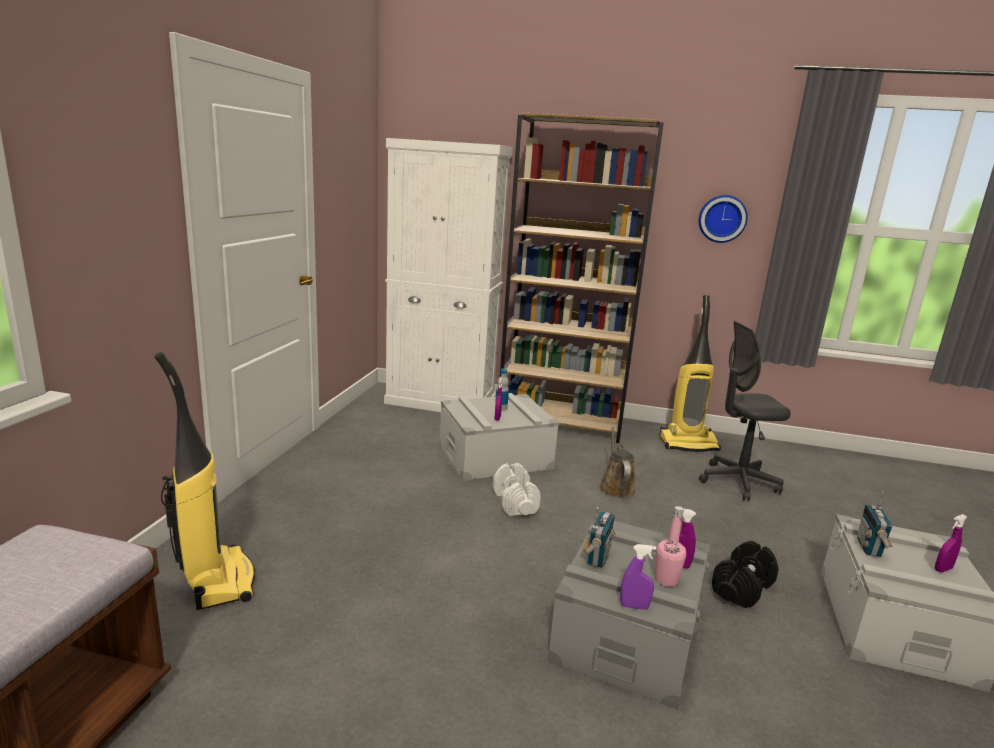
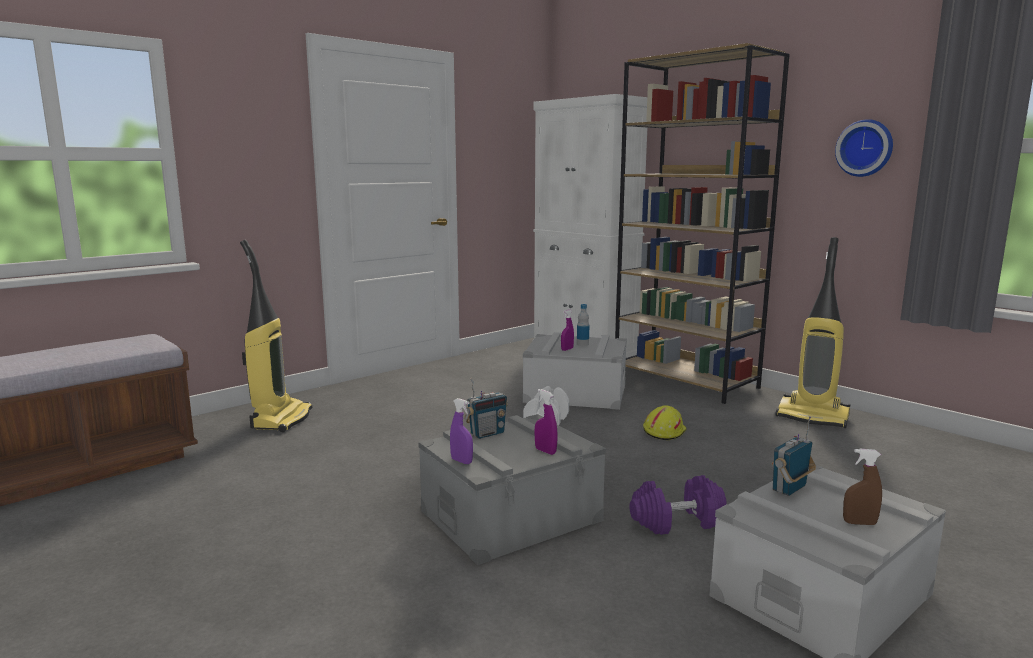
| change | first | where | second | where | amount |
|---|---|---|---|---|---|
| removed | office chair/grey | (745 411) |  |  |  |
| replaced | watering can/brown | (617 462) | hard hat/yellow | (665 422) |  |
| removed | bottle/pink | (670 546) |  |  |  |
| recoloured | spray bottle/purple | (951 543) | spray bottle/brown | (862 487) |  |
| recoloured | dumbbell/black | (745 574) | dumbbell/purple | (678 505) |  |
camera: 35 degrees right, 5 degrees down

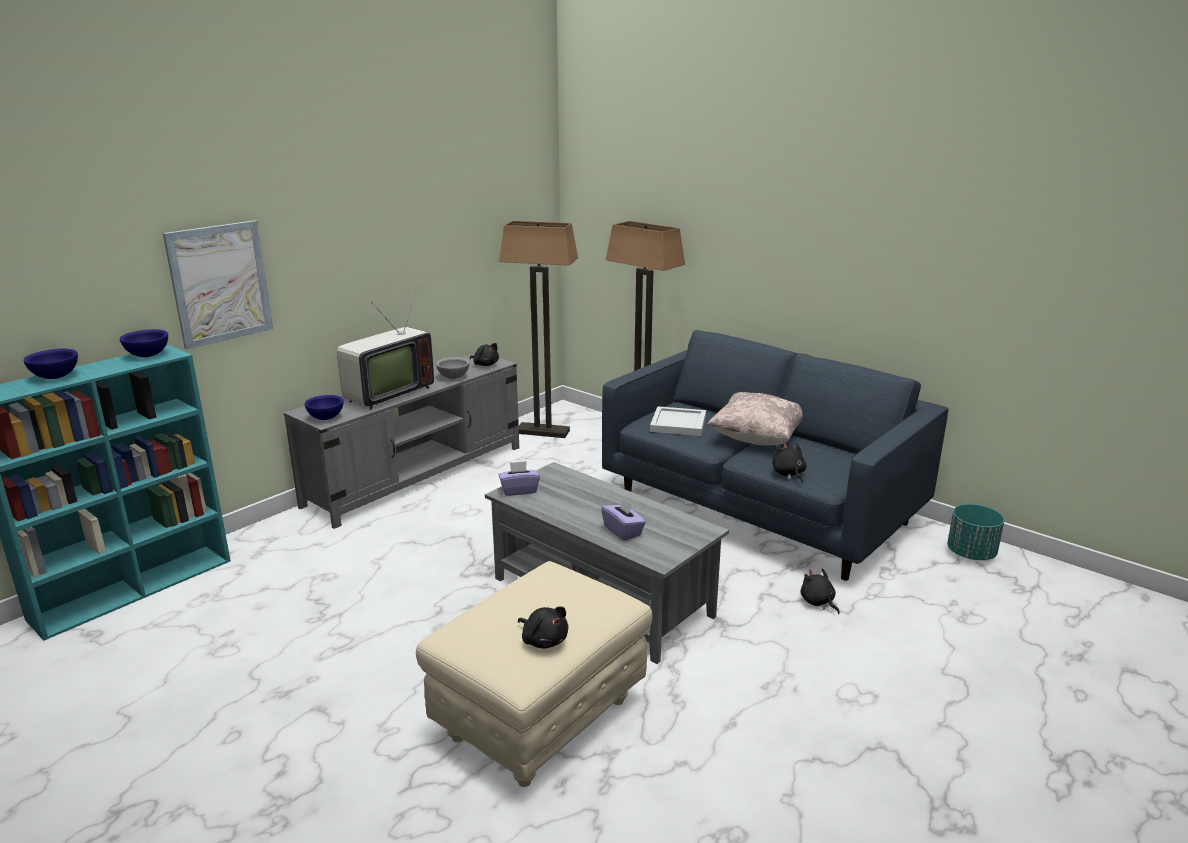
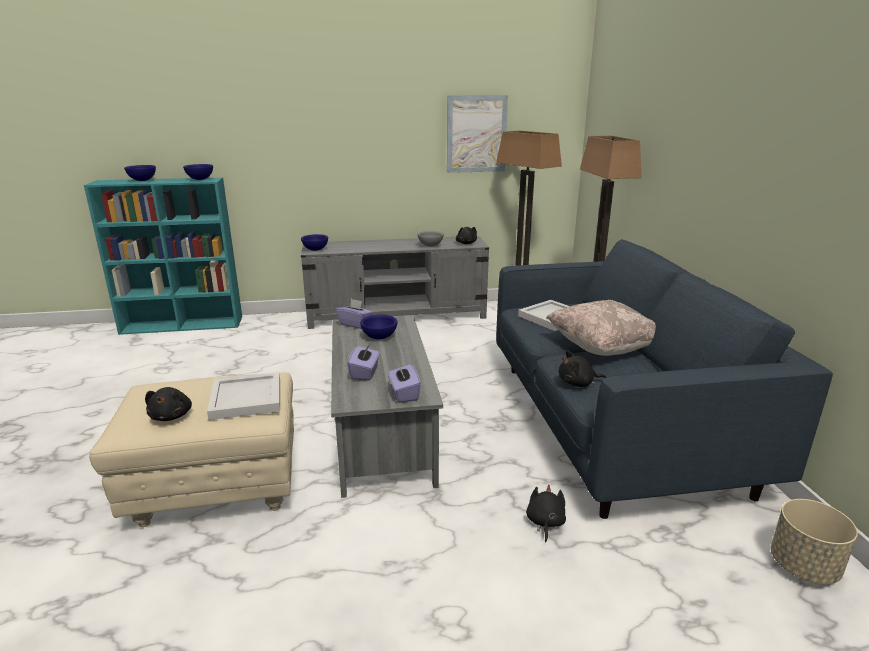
| change | first | where | second | where | amount |
|---|---|---|---|---|---|
| moved | picture | (218 285) |  | (477 134) |  |
| removed | television | (385 348) |  |  |  |
| turned | plush toy/black | (789 462) |  | (582 368) | 120 degrees counterclockwise |
| recoloured | planter/turquoise | (976 532) | planter/beige | (814 541) |  |
| added |  |  | bowl/blue | (379 326) |  |
| added |  |  | tissue box/purple | (404 382) |  |
| added |  |  | tray/white | (243 396) |  |
camera: 40 degrees right, 0 degrees up

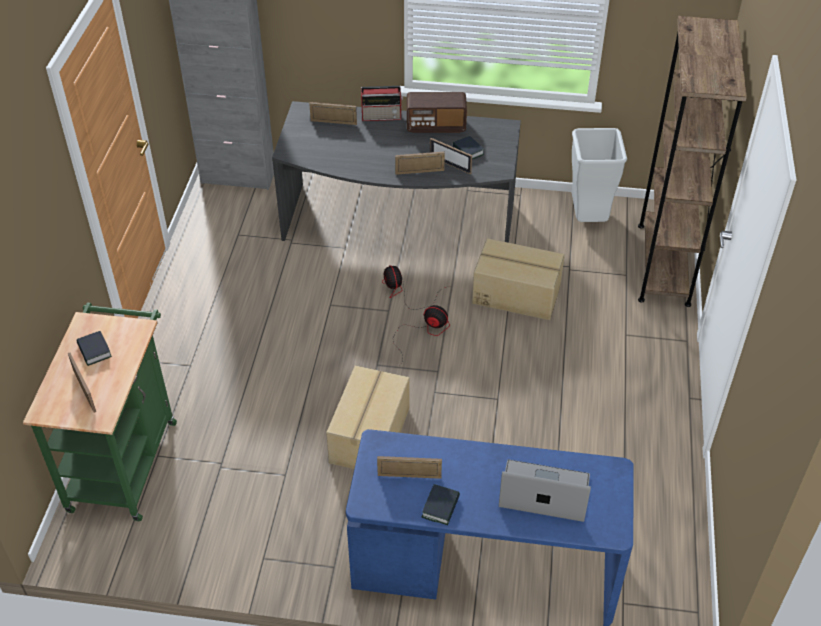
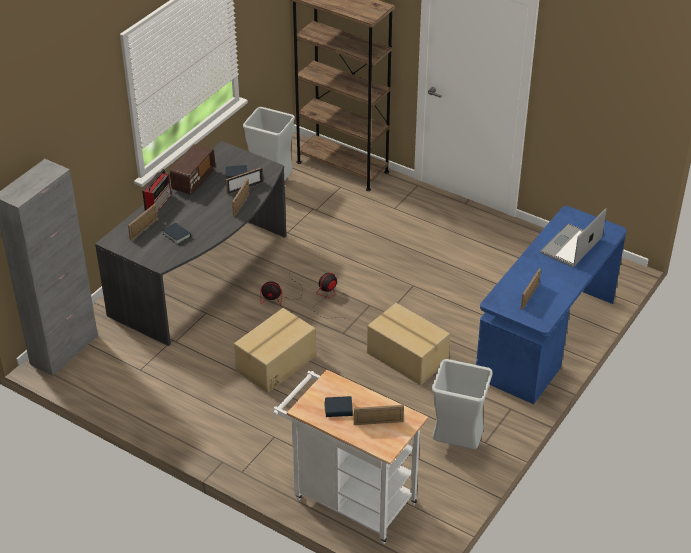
| change | first | where | second | where | amount |
|---|---|---|---|---|---|
| moved | cardboard box | (518 279) |  | (275 350) |  |
| recoloured | cart/green | (100 411) | cart/white | (350 457) |  |
| moved | book | (441 504) |  | (177 233) |  |
| added |  |  | trash can/grey | (462 404) |  |
camera: 65 degrees left, 5 degrees down

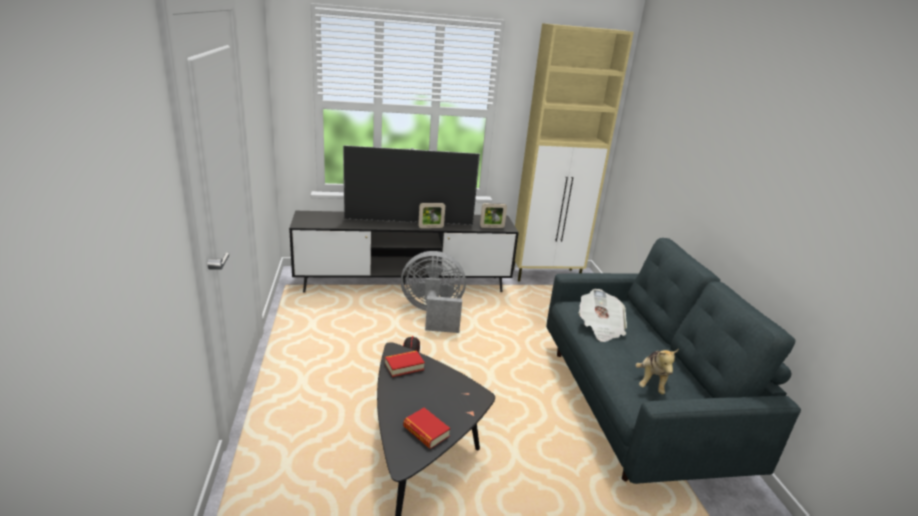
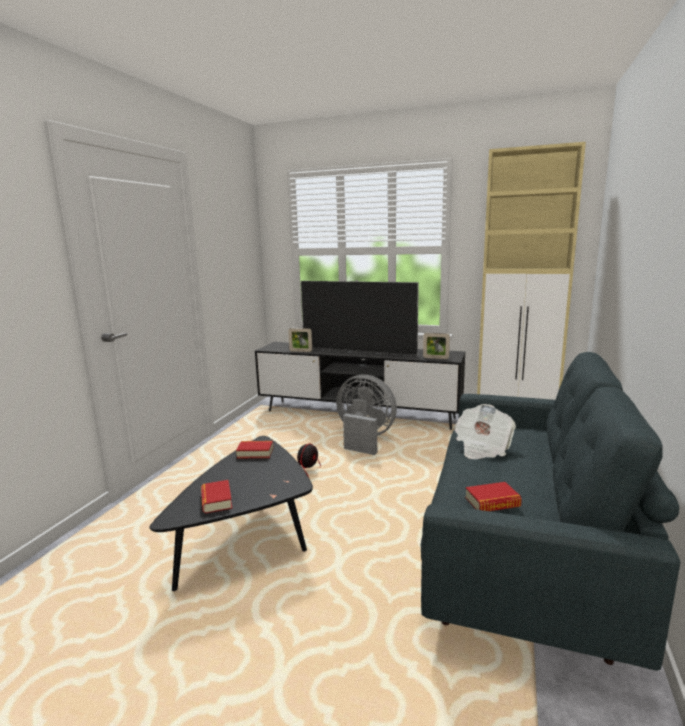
| change | first | where | second | where | amount |
|---|---|---|---|---|---|
| moved | picture frame | (431 215) |  | (300 340) |  |
| replaced | plush toy | (657 371) | book | (493 496) |  |
camera: 30 degrees right, 10 degrees down

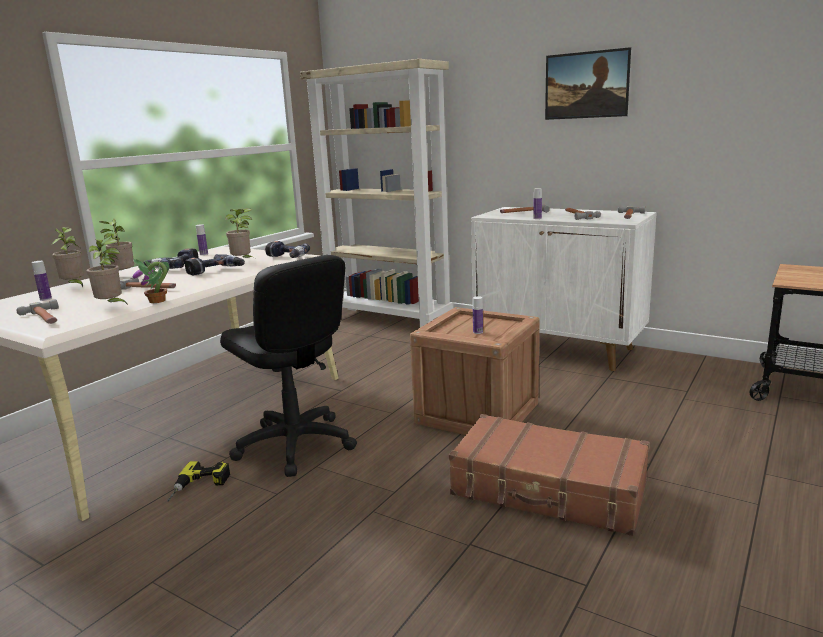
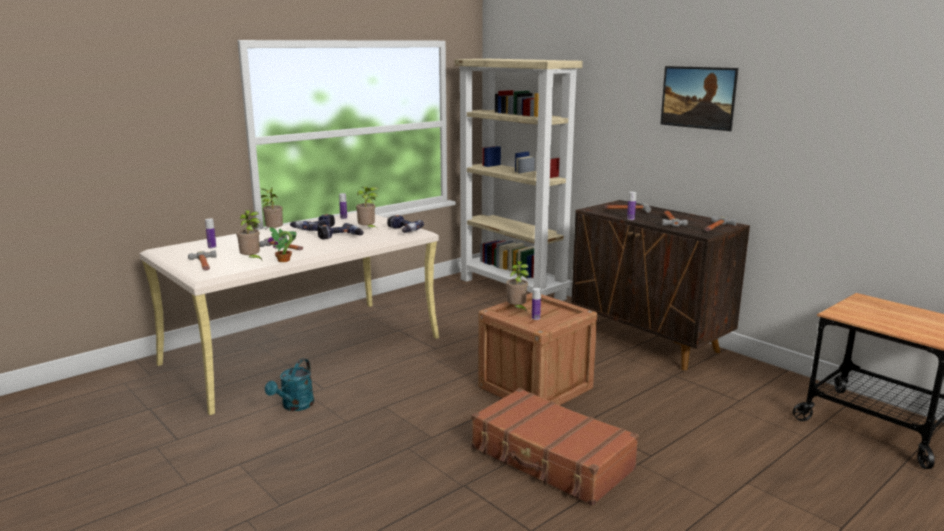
| change | first | where | second | where | amount |
|---|---|---|---|---|---|
| recoloured | cabinet/white | (564 289) | cabinet/brown | (660 285) |  |
| moved | potted plant | (68 257) |  | (517 287) |  |
| removed | office chair/black | (288 366) |  |  |  |
| replaced | power drill | (198 481) | watering can/turquoise | (289 384) |  |
camera: 15 degrees right, 0 degrees up

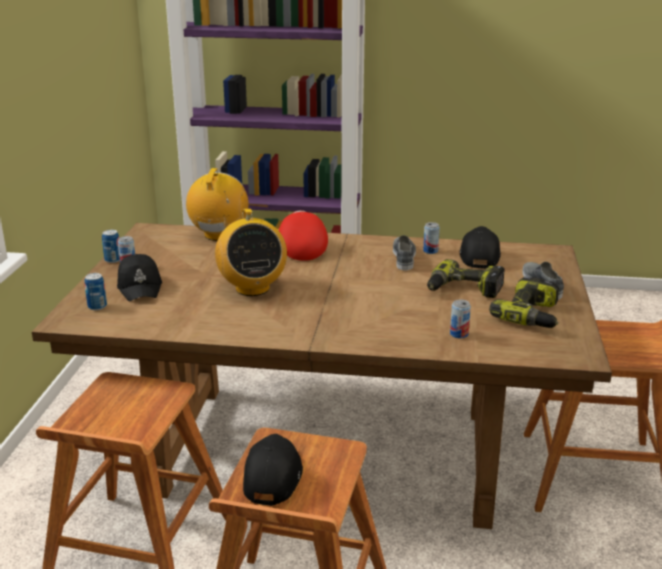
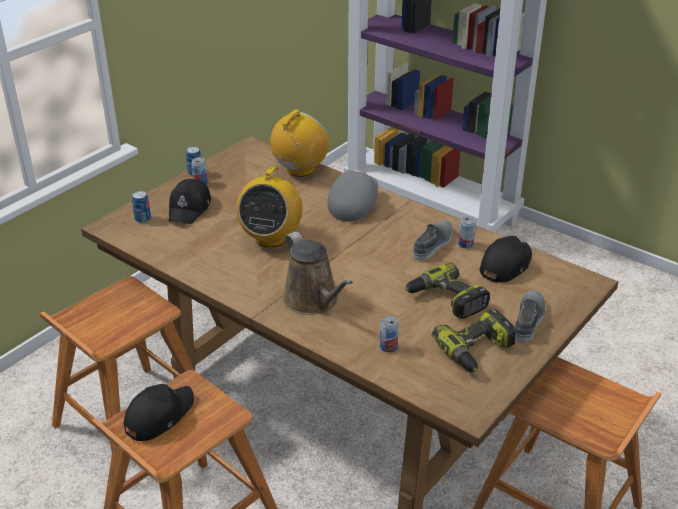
| change | first | where | second | where | amount |
|---|---|---|---|---|---|
| recoloured | cap/red | (303 235) | cap/grey | (352 196) |  |
| added |  |  | watering can/brown | (318 273) |  |
camera: 30 degrees right, 10 degrees up

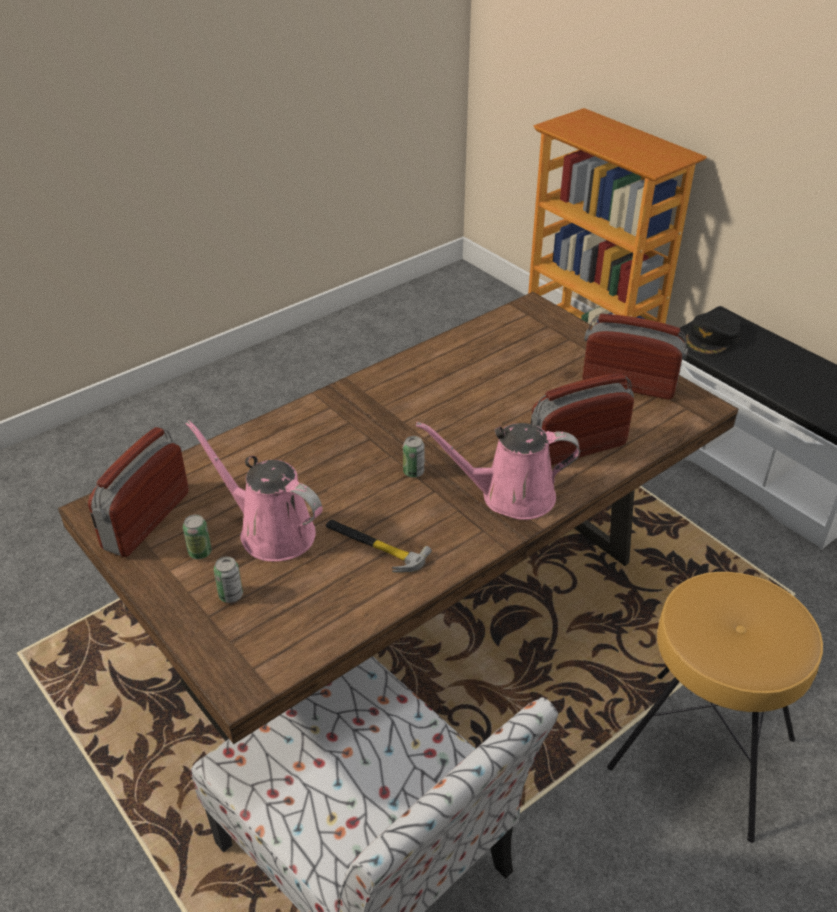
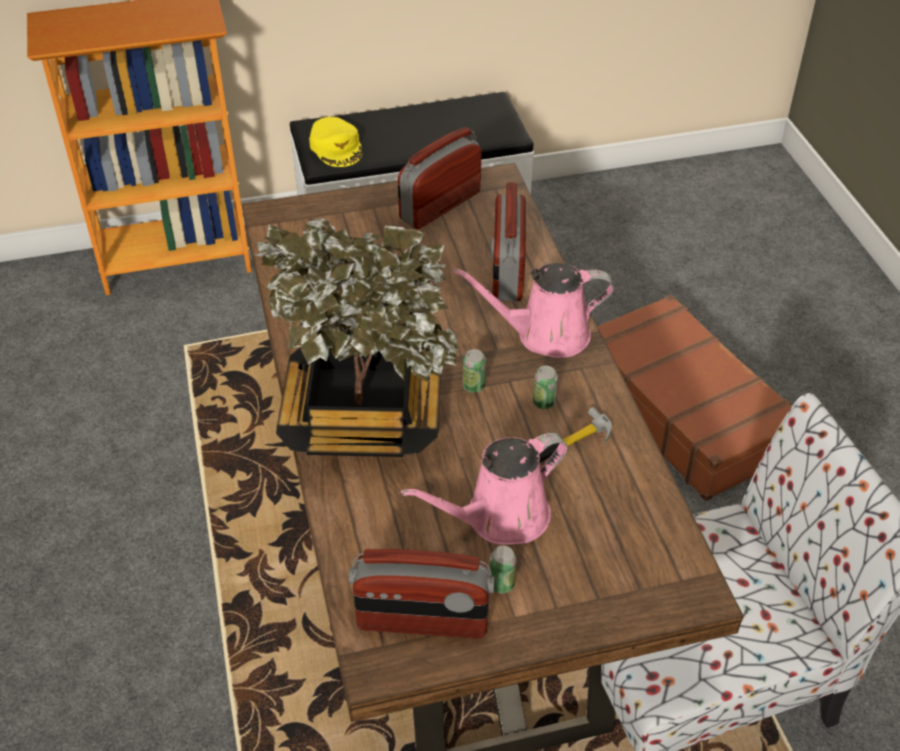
| change | first | where | second | where | amount |
|---|---|---|---|---|---|
| recoloured | cap/black | (712 332) | cap/yellow | (336 142) |  |
| turned | watering can/pink | (498 471) |  | (533 310) | 60 degrees clockwise |
| turned | radio | (138 492) |  | (422 593) | 45 degrees counterclockwise |
| moved | can | (228 579) |  | (545 387) |  |
| replaced | stool/brown | (715 707) | suitcase/brown | (694 398) |  |
| added |  |  | potted plant | (356 337) |  |
camera: 65 degrees left, 5 degrees up

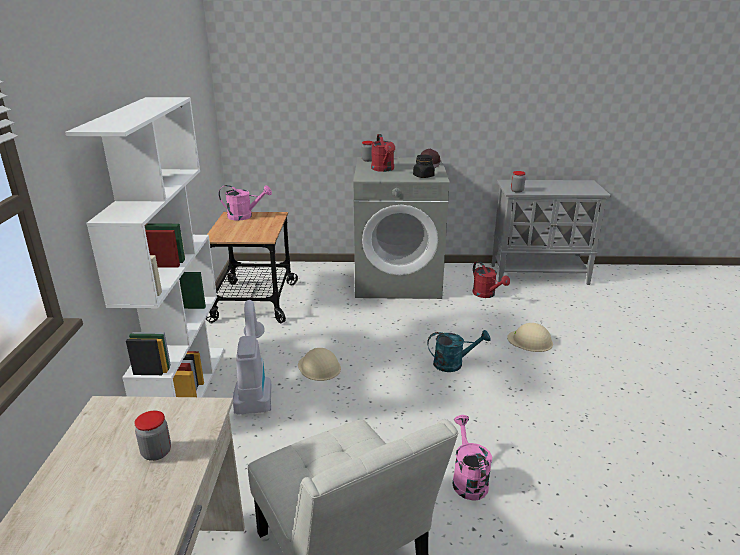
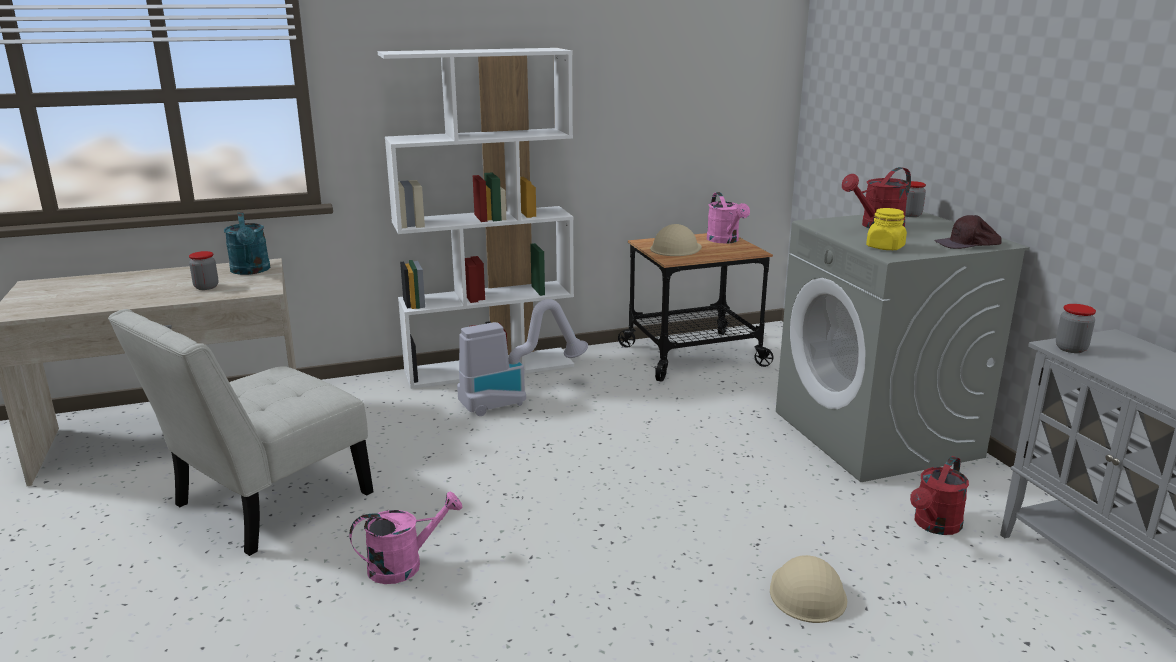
| change | first | where | second | where | amount |
|---|---|---|---|---|---|
| recoloured | jar/black | (424 166) | jar/yellow | (886 229) |  |
| moved | watering can/turquoise | (459 351) |  | (247 243) |  |
| moved | hard hat/beige | (319 364) |  | (676 240) |  |
camera: 70 degrees right, 5 degrees down

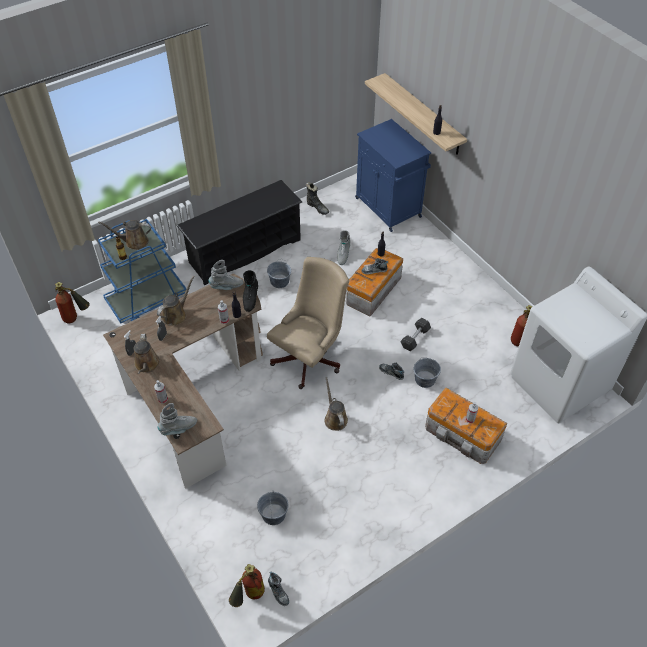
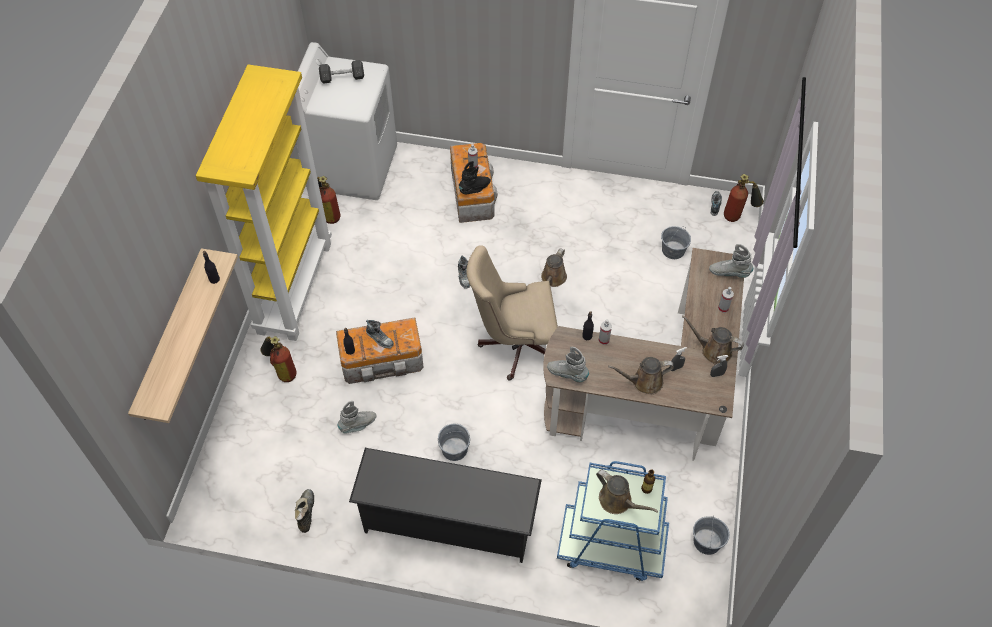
| change | first | where | second | where | amount |
|---|---|---|---|---|---|
| removed | cabinet/blue | (393 175) |  |  |  |
| moved | boot/black | (250 291) |  | (474 178) |  |
| moved | fire extinguisher | (72 302) |  | (278 359) |  |
| moved | dumbbell/grey | (415 334) |  | (341 72) |  |
| turned | watering can/brown | (147 354) |  | (713 340) | 105 degrees counterclockwise |
| moved | bucket/grey | (427 372) |  | (711 535) |  |
| added |  |  | bookcase/yellow | (264 202) |  |
camera: 135 degrees left, 5 degrees up

